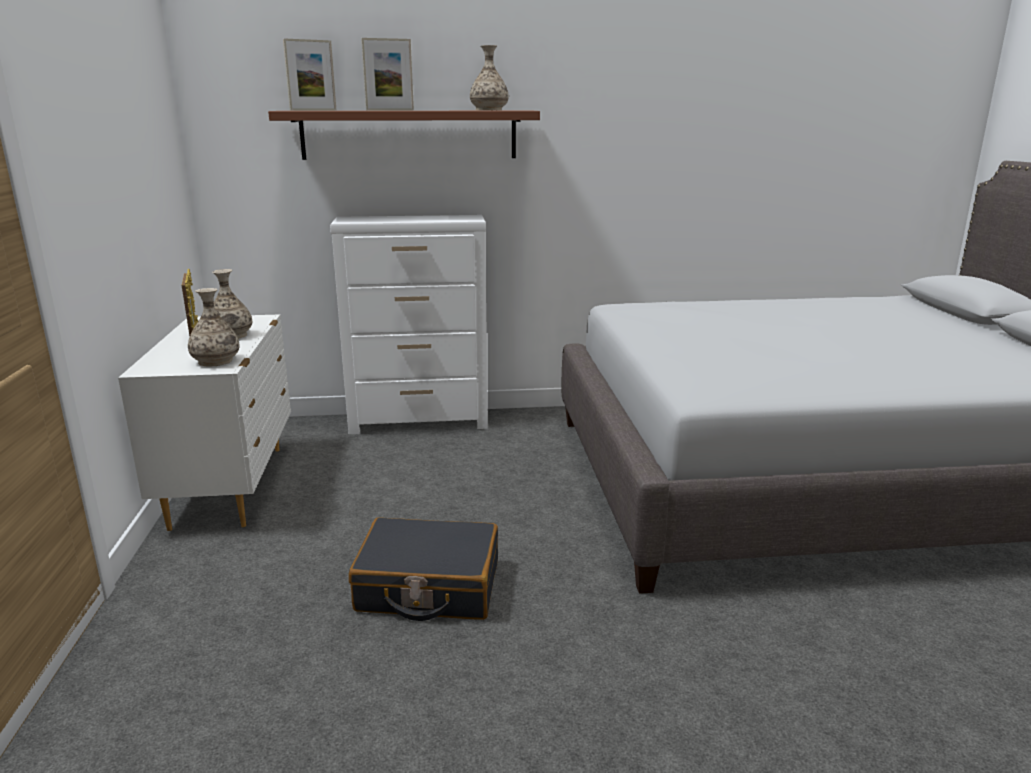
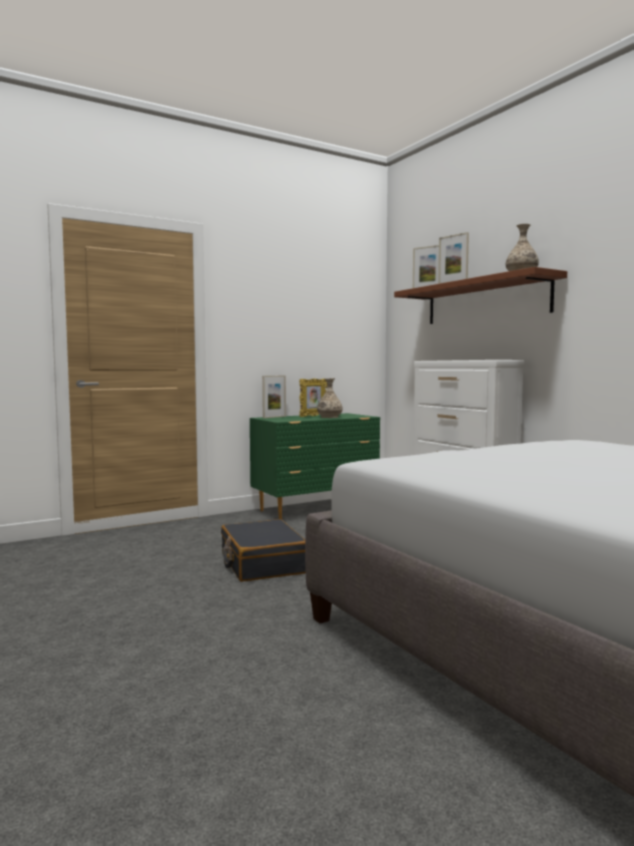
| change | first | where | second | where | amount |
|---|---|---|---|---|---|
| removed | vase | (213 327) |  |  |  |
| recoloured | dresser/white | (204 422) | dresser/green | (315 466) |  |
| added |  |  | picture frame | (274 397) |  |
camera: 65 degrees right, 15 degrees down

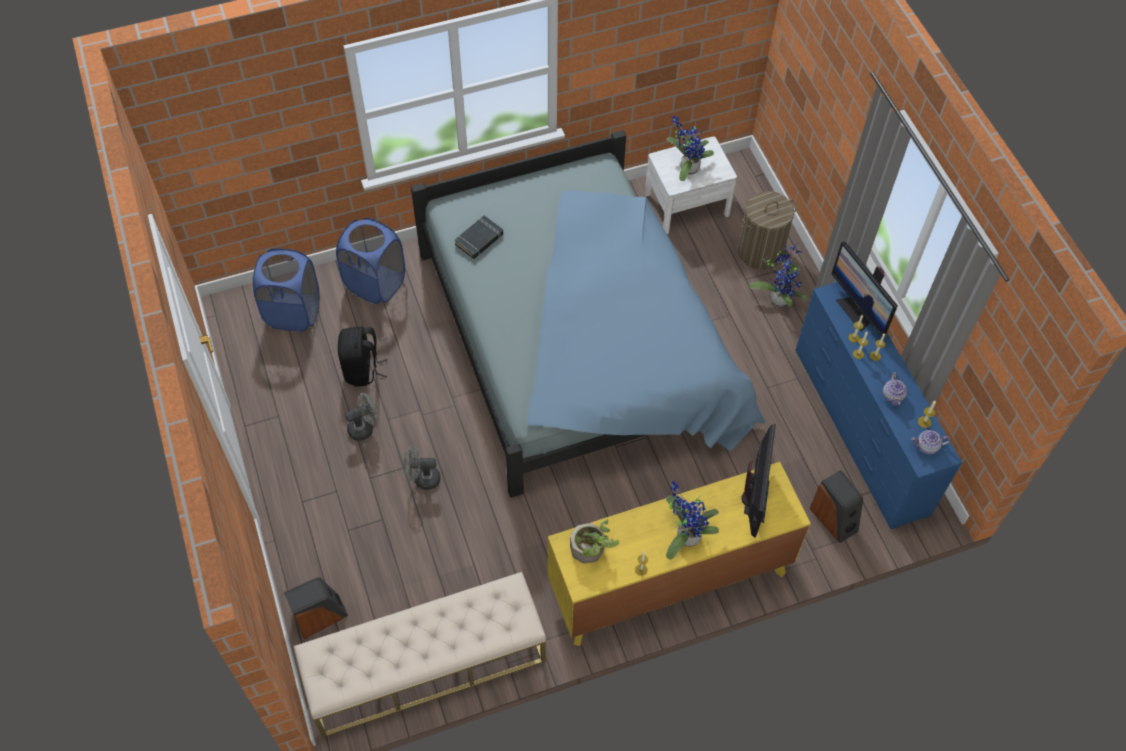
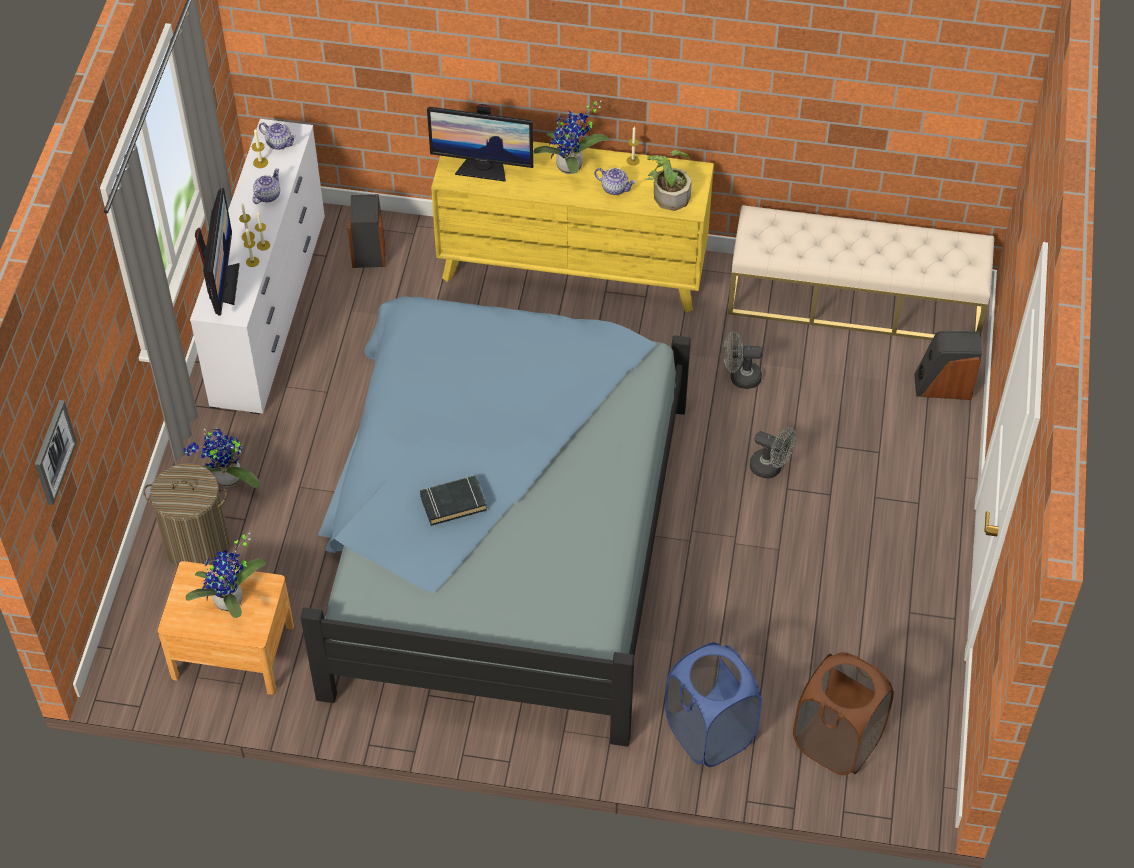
| change | first | where | second | where | amount |
|---|---|---|---|---|---|
| recoloured | nightstand/white | (691 185) | nightstand/brown | (226 628) |  |
| moved | book/black | (479 237) |  | (453 500) |  |
| recoloured | laundry basket/blue | (286 290) | laundry basket/brown | (843 713) |  |
| recoloured | dresser/blue | (879 405) | dresser/white | (257 266) |  |
| removed | backpack/black | (363 356) |  |  |  |
| moved | fan/grey | (361 417) |  | (742 360) |  |
| turned | monitor | (758 481) |  | (480 143) | 120 degrees counterclockwise |
| added |  |  | teapot | (615 181) |  |
| added |  |  | picture | (56 452) |  |
camera: 150 degrees left, 5 degrees down

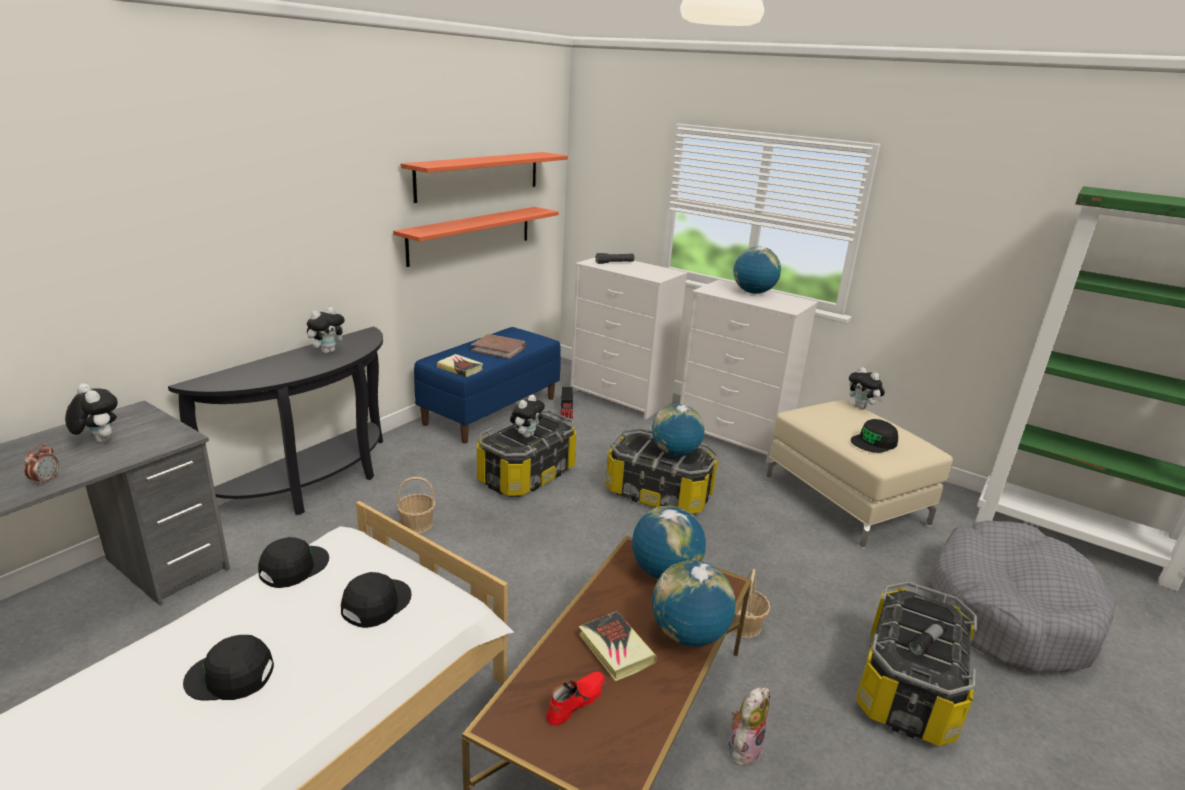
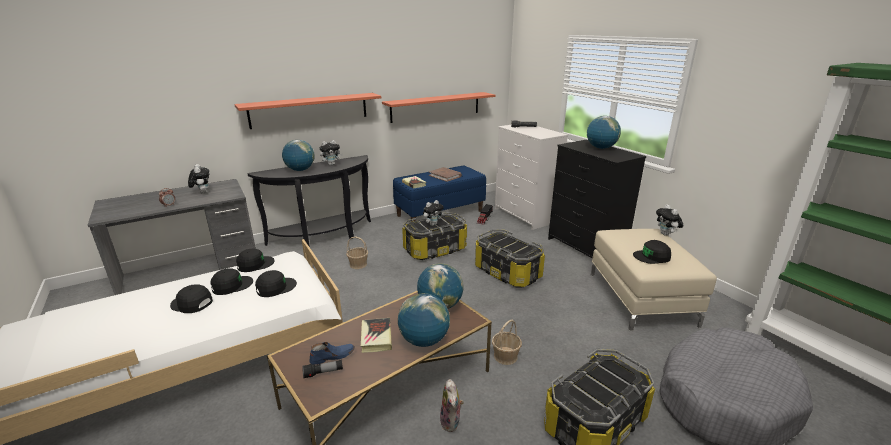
| change | first | where | second | where | amount |
|---|---|---|---|---|---|
| moved | shelf | (484 177) |  | (307 111) |  |
| recoloured | dresser/white | (749 371) | dresser/black | (597 199) |  |
| moved | globe | (678 430) |  | (298 155) |  |
| moved | flashlight | (927 638) |  | (322 369) |  |
| recoloured | shoe/red | (576 699) | shoe/blue | (332 353) |  |
| turned | plush toy | (749 727) |  | (452 405) | 105 degrees clockwise |
| added |  |  | cap/black | (232 281) |  |
camera: 25 degrees right, 0 degrees up

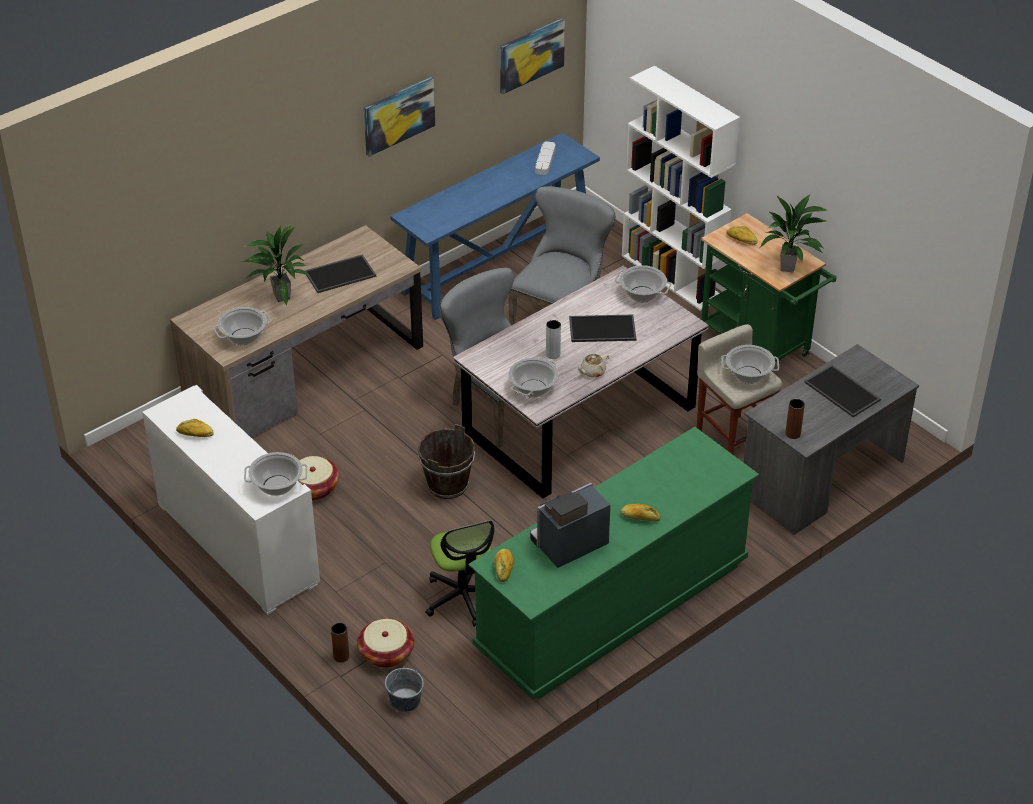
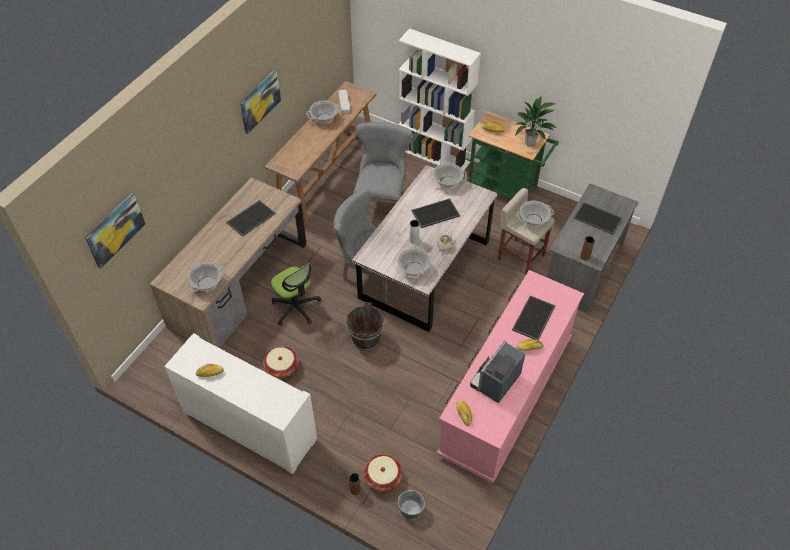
| change | first | where | second | where | amount |
|---|---|---|---|---|---|
| moved | picture | (532 56) |  | (115 231) |  |
| recoloured | console table/blue | (495 226) | console table/brown | (321 152) |  |
| removed | potted plant | (275 265) |  |  |  |
| recoloured | dresser/green | (613 563) | dresser/pink | (510 377) |  |
| moved | cooking pot | (275 474) |  | (323 112) |  |
| moved | office chair | (460 573) |  | (296 294) |  |
| added |  |  | tray | (534 317) |  |
camera: 20 degrees left, 10 degrees up

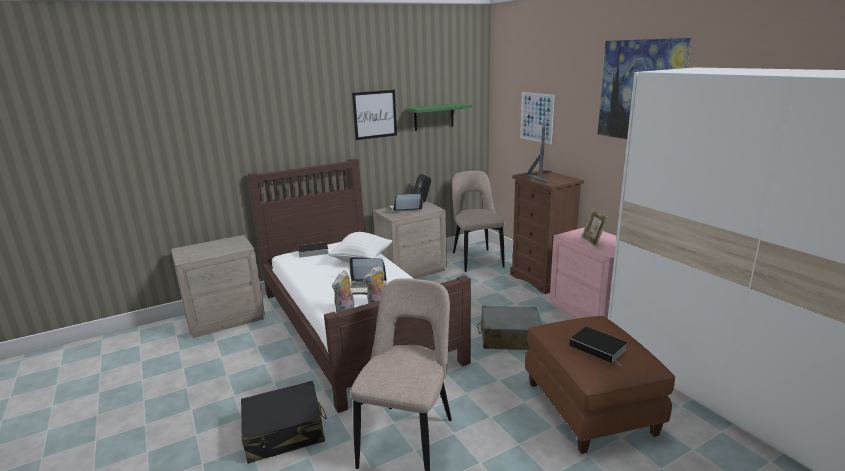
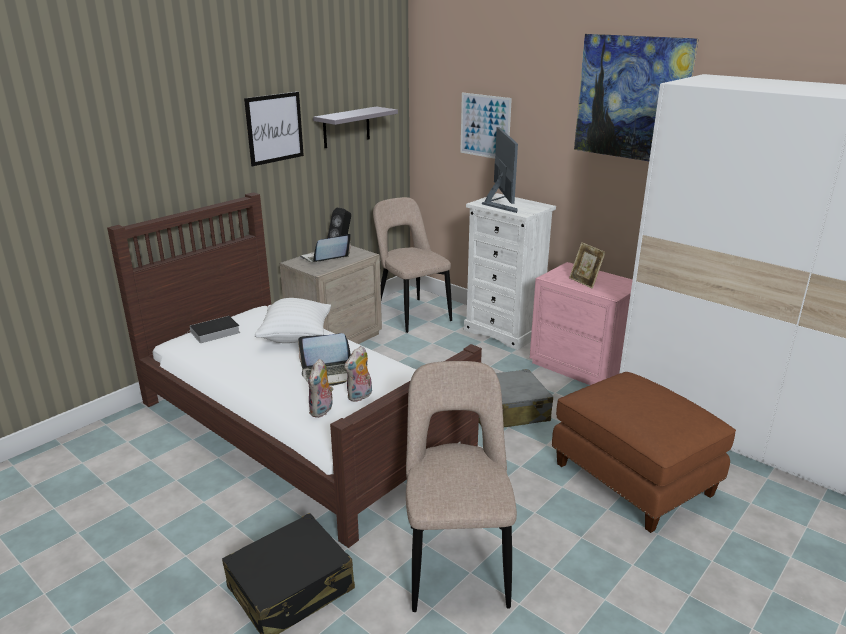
| change | first | where | second | where | amount |
|---|---|---|---|---|---|
| recoloured | shelf/green | (439 117) | shelf/grey | (355 127) |  |
| recoloured | dresser/brown | (547 232) | dresser/white | (510 271) |  |
| removed | nightstand/beige | (218 286) |  |  |  |
| removed | book | (598 345) |  |  |  |
camera: 20 degrees left, 5 degrees up

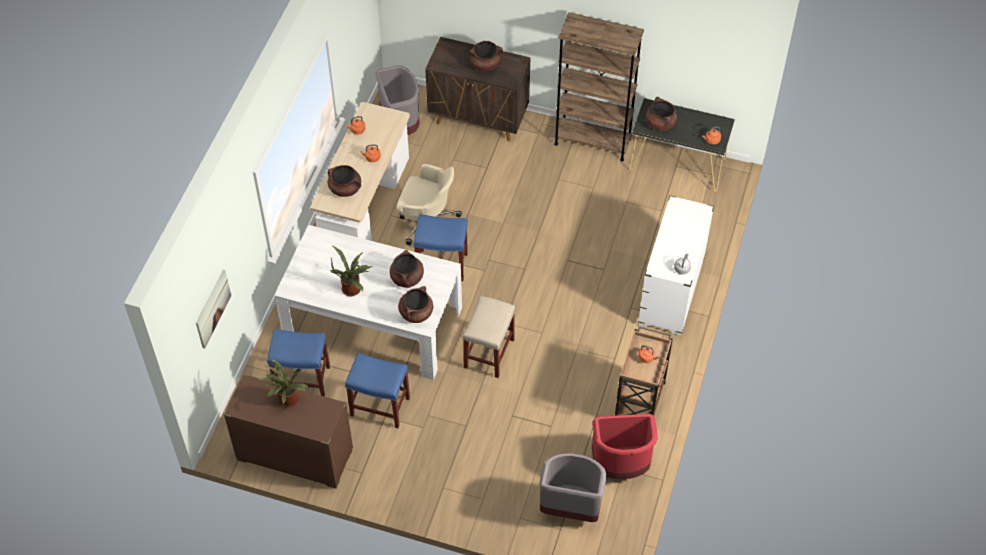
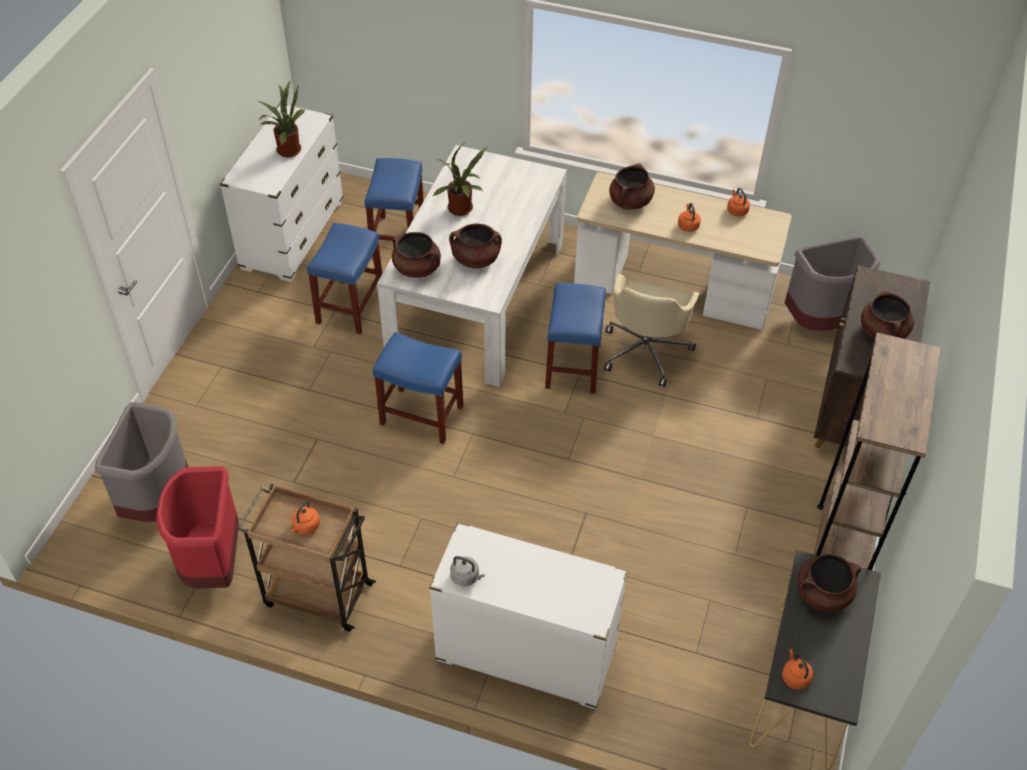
| change | first | where | second | where | amount |
|---|---|---|---|---|---|
| removed | picture | (213 309) |  |  |  |
| recoloured | stool/beige | (489 337) | stool/blue | (418 388) |  |
| recoloured | dresser/brown | (288 431) | dresser/white | (281 192) |  |
camera: 90 degrees right, 5 degrees down

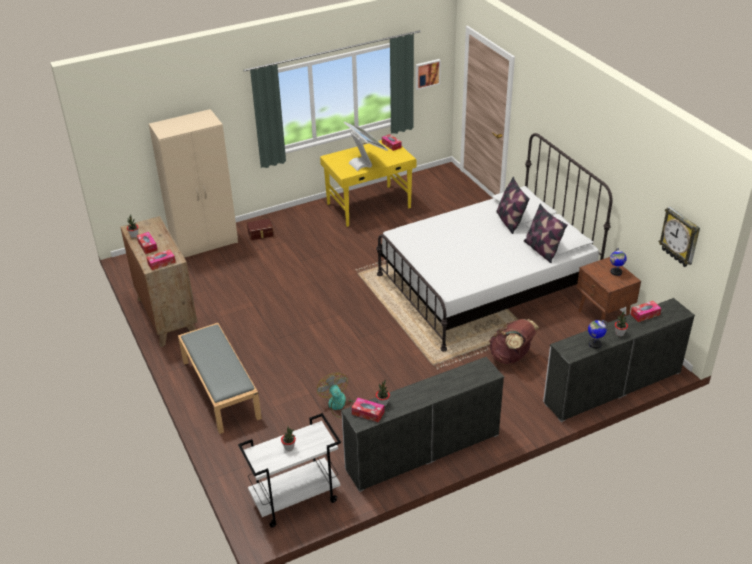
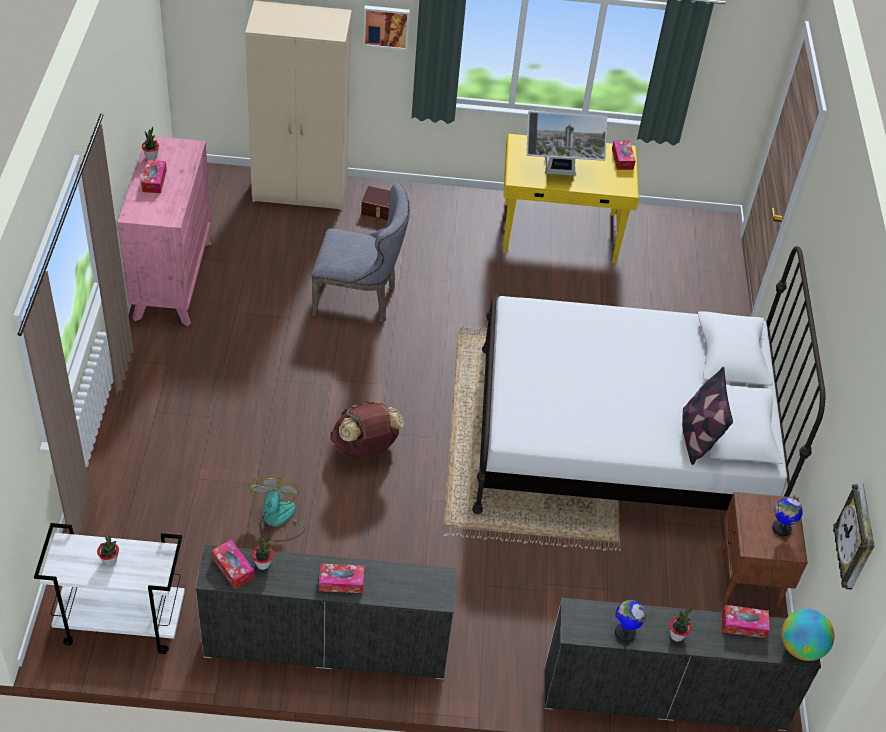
| change | first | where | second | where | amount |
|---|---|---|---|---|---|
| moved | picture | (428 74) |  | (386 27) |  |
| turned | monitor | (366 146) |  | (566 143) | 90 degrees clockwise |
| removed | pillow | (513 205) |  |  |  |
| recoloured | dresser/brown | (158 281) | dresser/pink | (164 231) |  |
| moved | tissue box | (161 260) |  | (341 578) |  |
| moved | backpack/brown | (514 341) |  | (367 429) |  |
| removed | bench/grey | (220 378) |  |  |  |
| added |  |  | chair/grey | (361 253) |  |
| added |  |  | globe | (807 635) |  |
camera: 25 degrees right, 10 degrees up

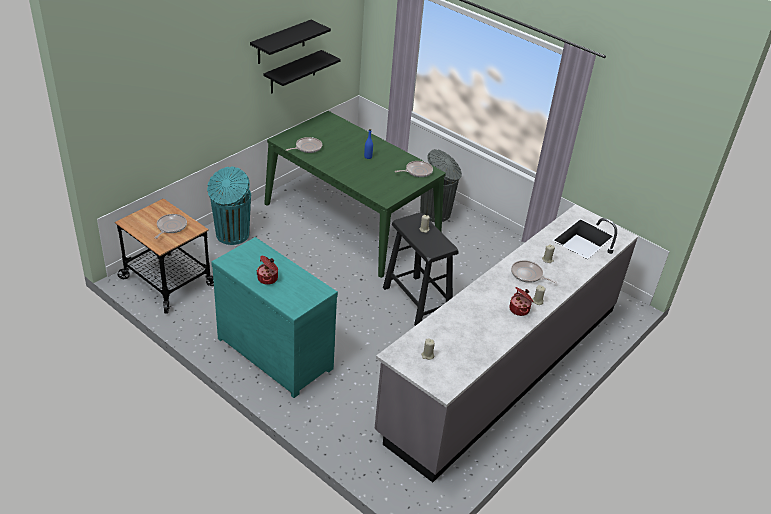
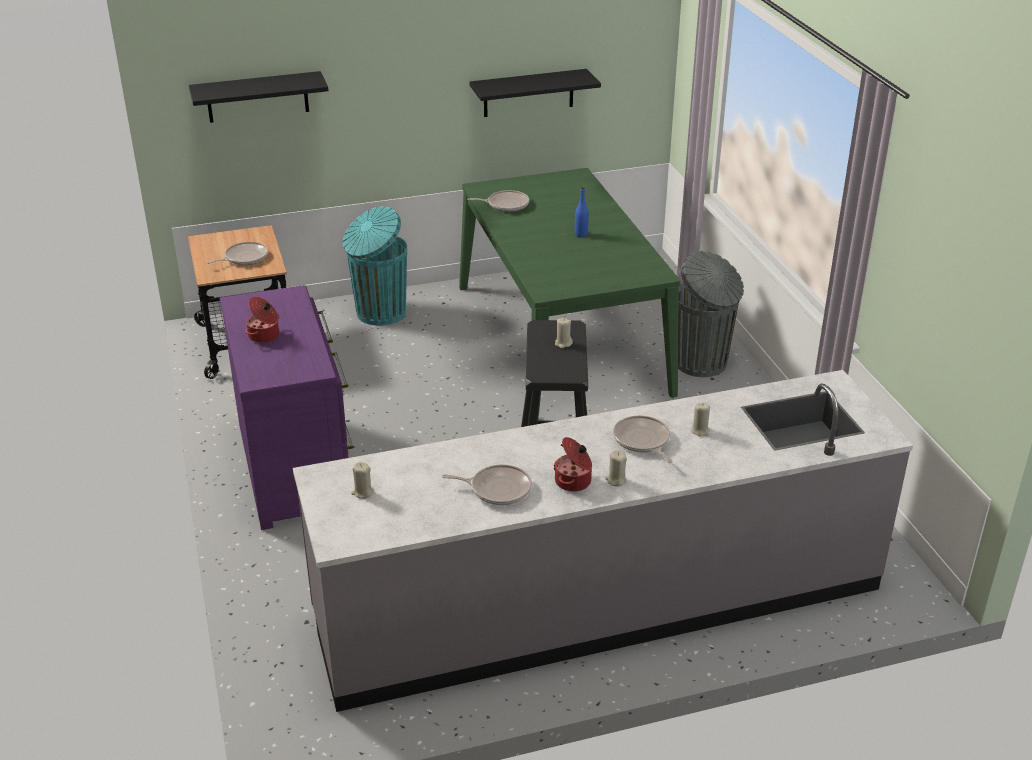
| change | first | where | second | where | amount |
|---|---|---|---|---|---|
| moved | shelf/black | (290 42) |  | (259 97) |  |
| moved | frying pan | (414 169) |  | (487 485) |  |
| recoloured | dresser/turquoise | (274 317) | dresser/purple | (287 407) |  |
camera: 35 degrees right, 5 degrees down

